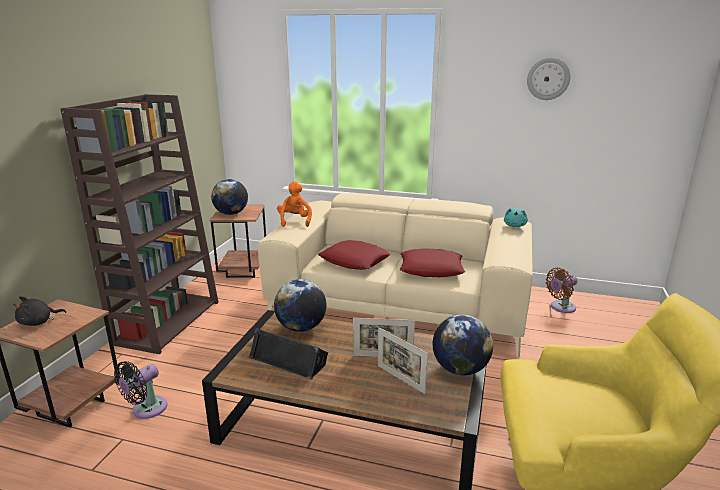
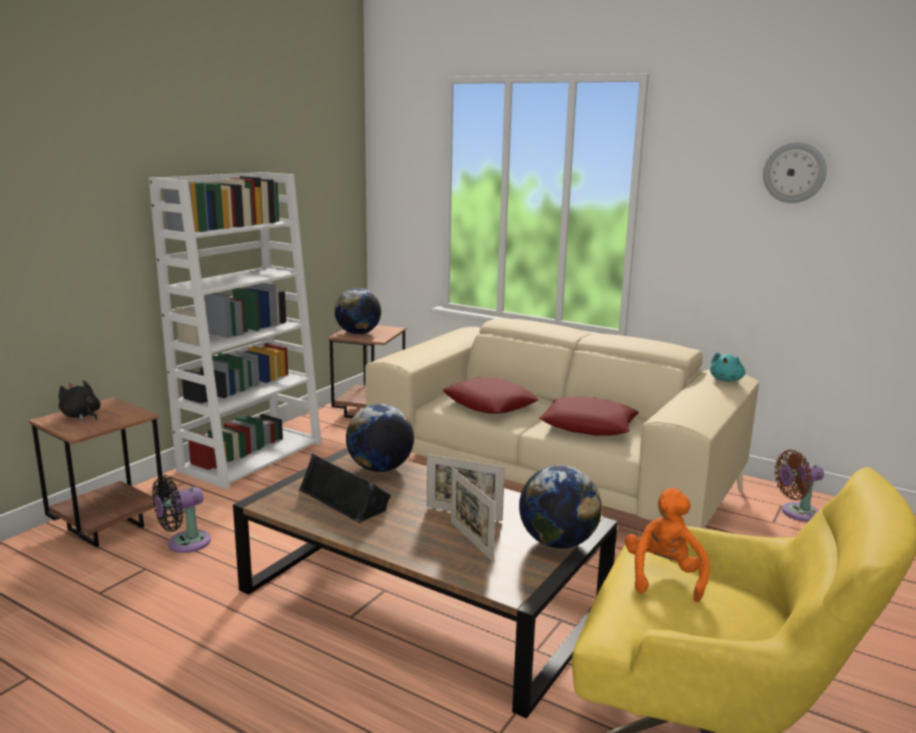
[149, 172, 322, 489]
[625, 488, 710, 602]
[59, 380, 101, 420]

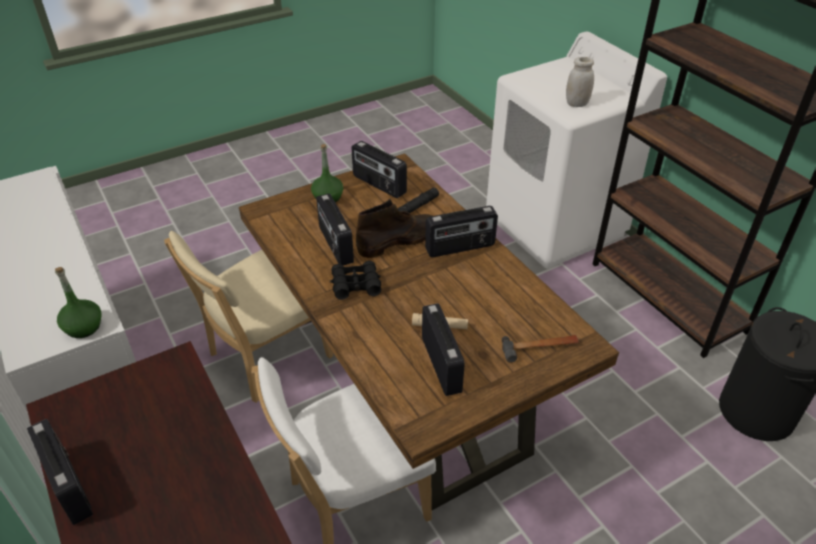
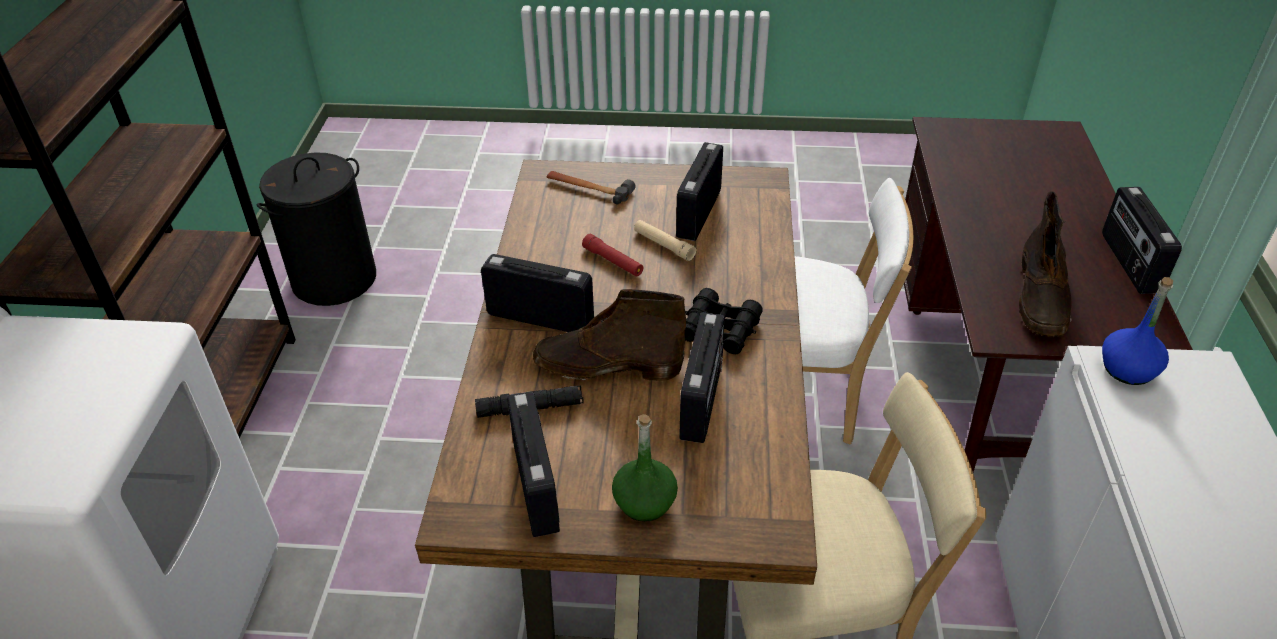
[566, 57, 594, 107] (first image)
[1102, 277, 1173, 385]
[1019, 191, 1072, 337]
[582, 234, 643, 277]

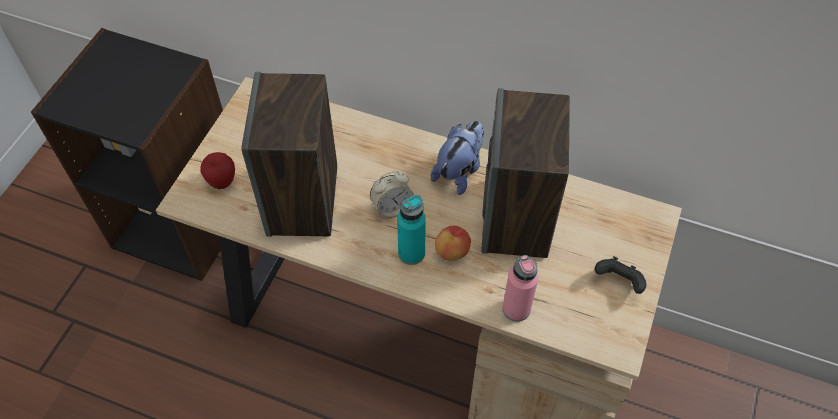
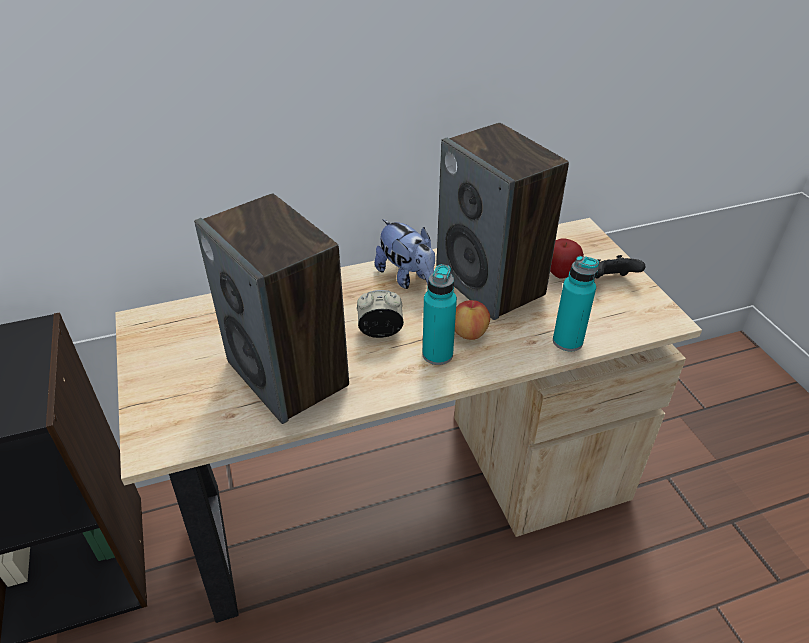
[375, 219, 435, 289]
[550, 239, 584, 279]
[357, 290, 404, 338]
[553, 256, 599, 351]

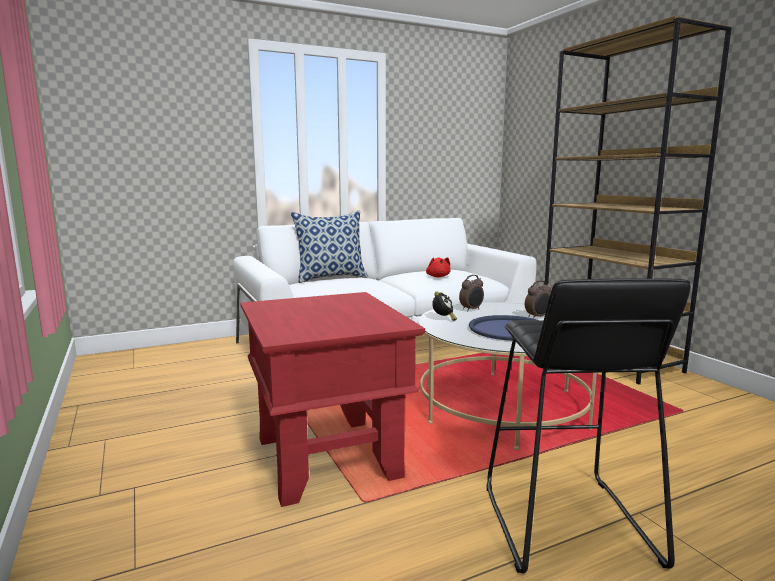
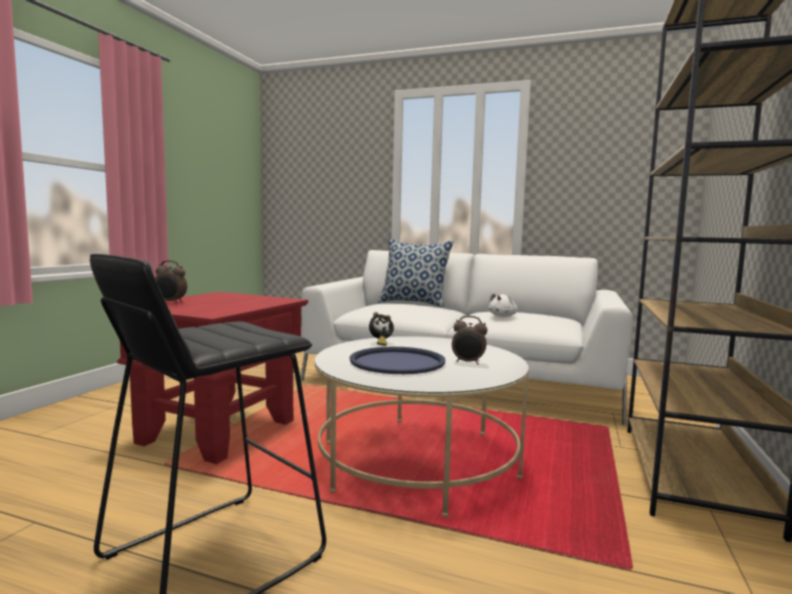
[489, 293, 518, 317]
[155, 260, 187, 304]

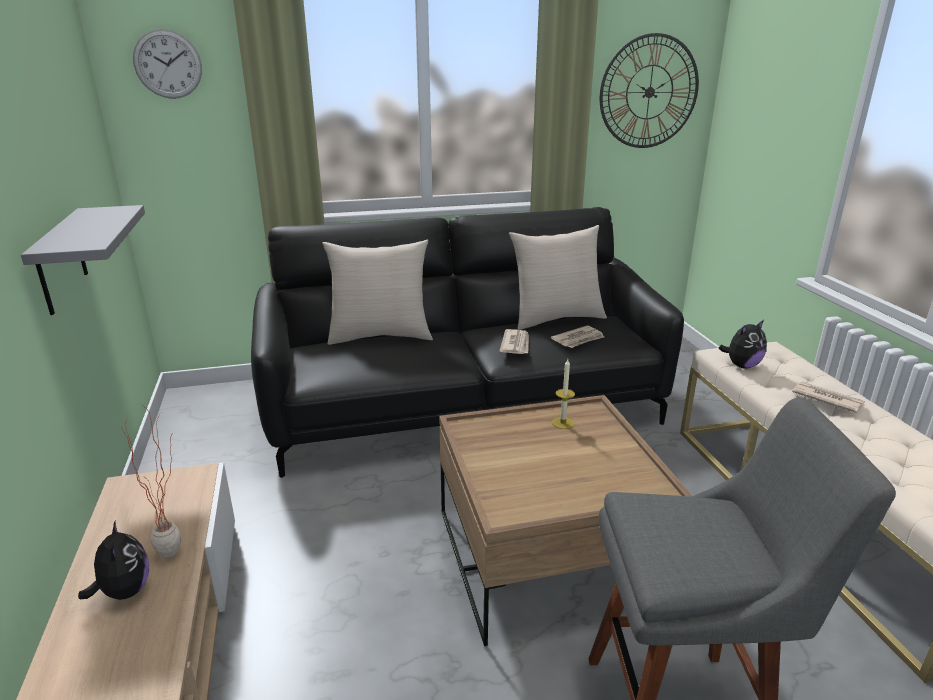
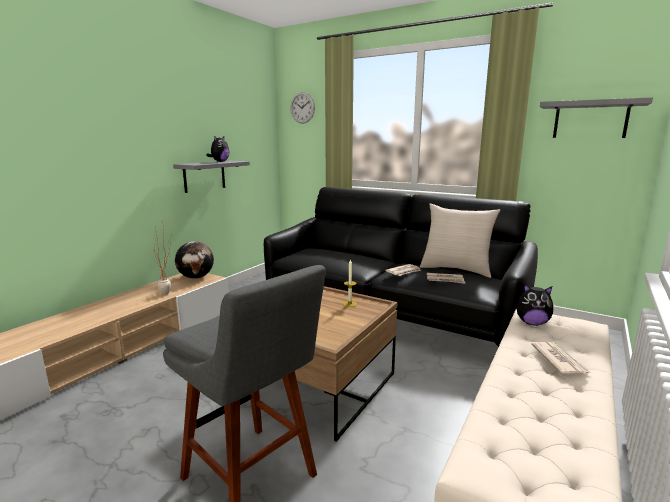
[540, 97, 653, 138]
[322, 239, 433, 345] (first image)
[206, 136, 229, 162]
[175, 241, 214, 279]

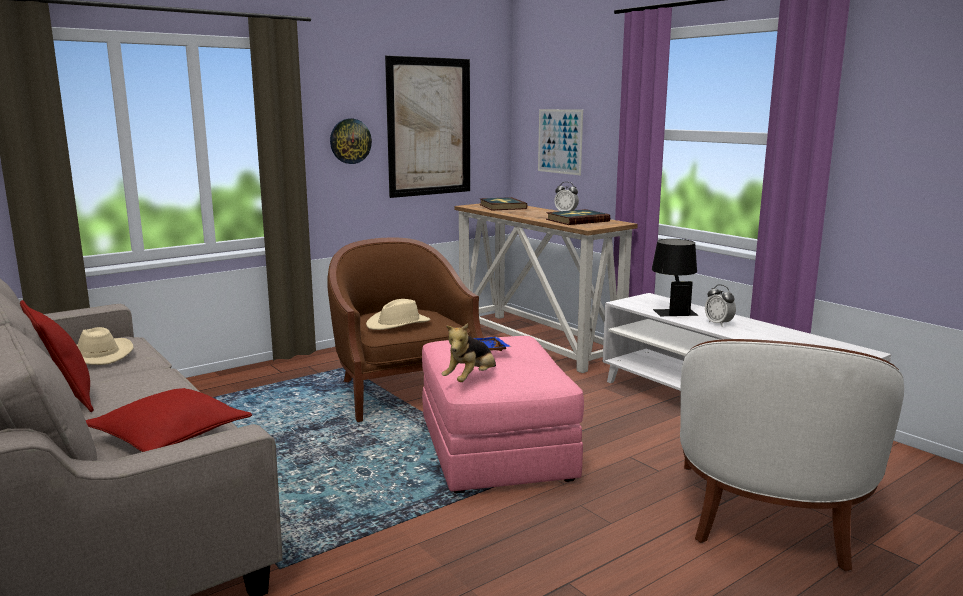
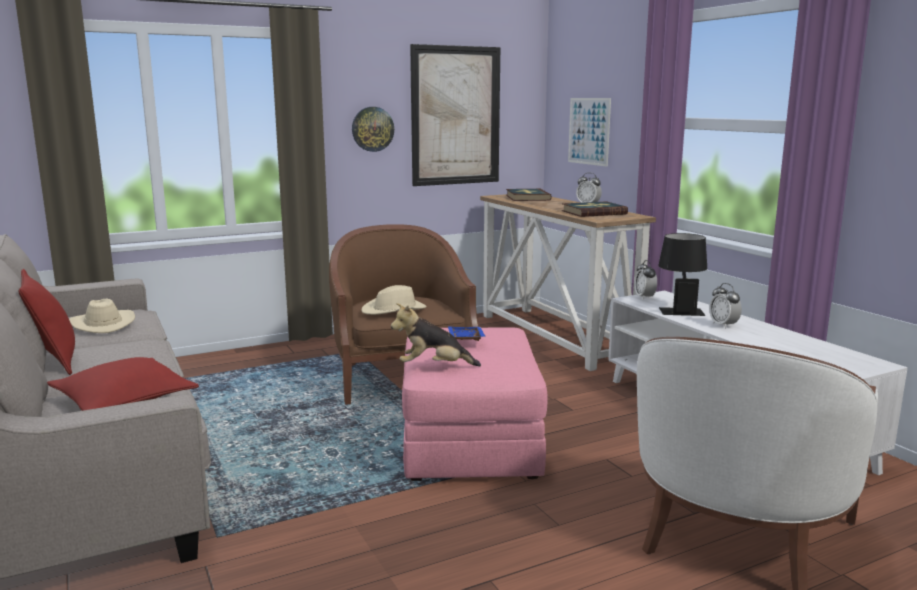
[391, 303, 481, 366]
[635, 260, 657, 300]

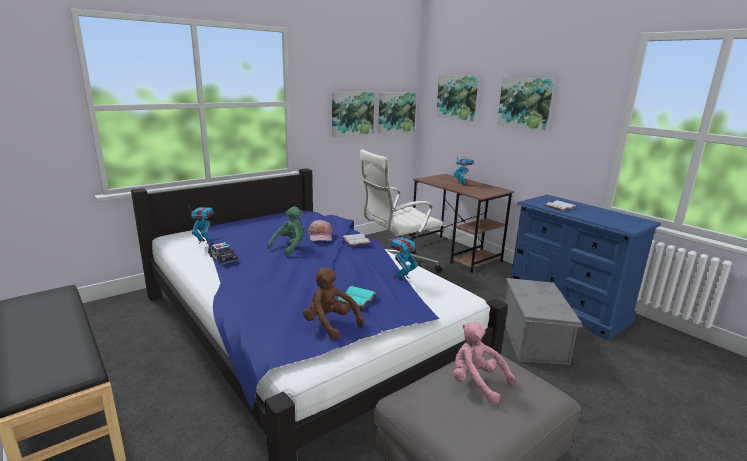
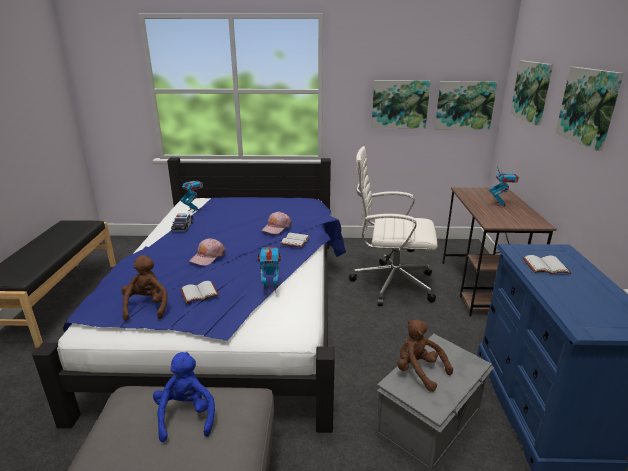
[267, 206, 304, 256] (first image)
[181, 281, 219, 303]
[153, 352, 215, 443]
[189, 238, 225, 266]
[397, 320, 453, 392]

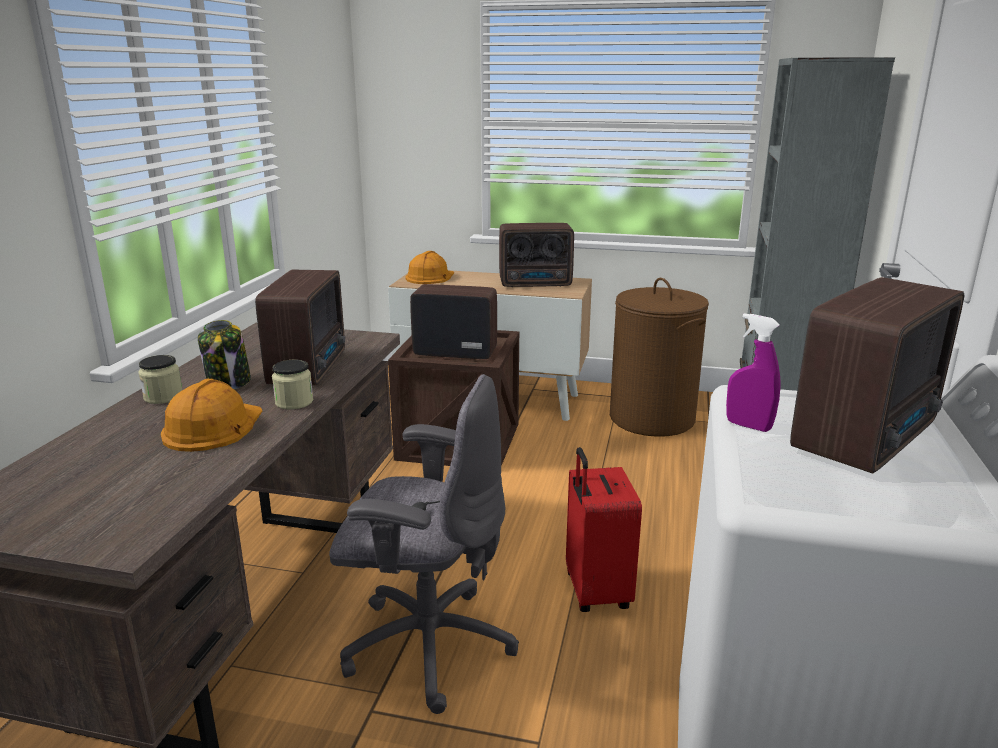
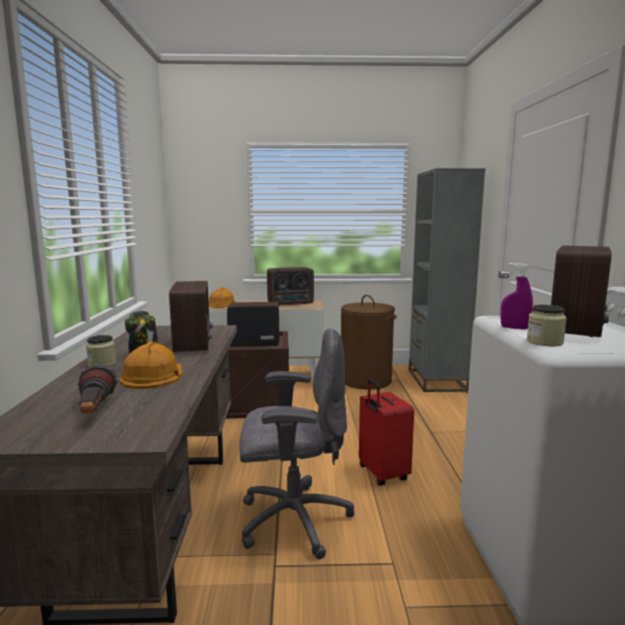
[527, 305, 567, 346]
[78, 364, 118, 414]

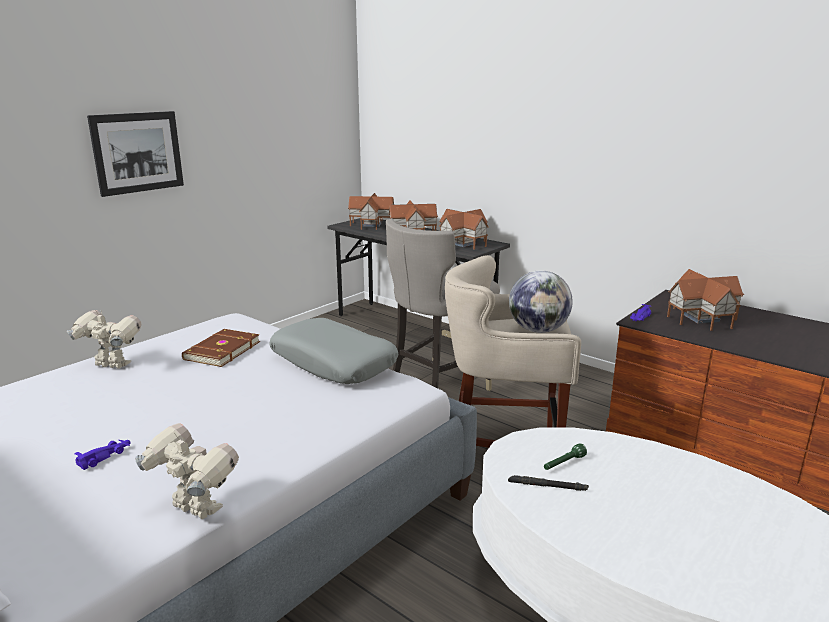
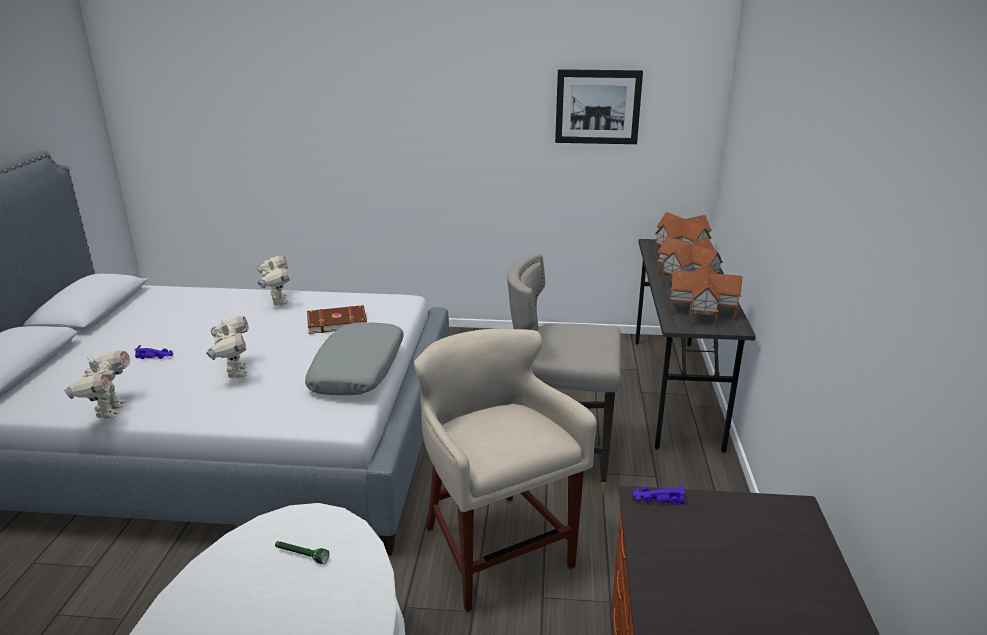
[555, 69, 643, 144]
[667, 269, 744, 331] (first image)
[509, 270, 573, 333] (first image)
[508, 475, 589, 491] (first image)
[206, 316, 249, 378]

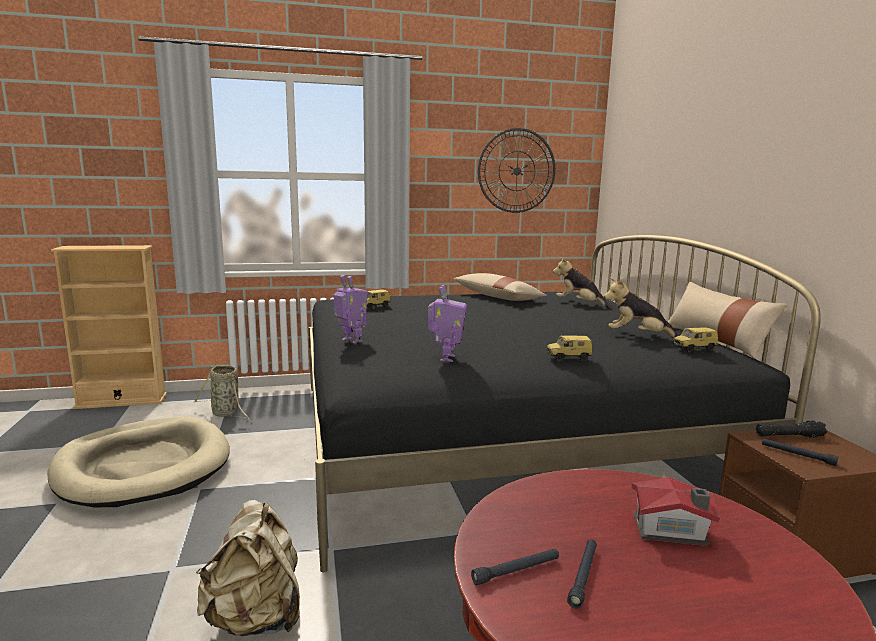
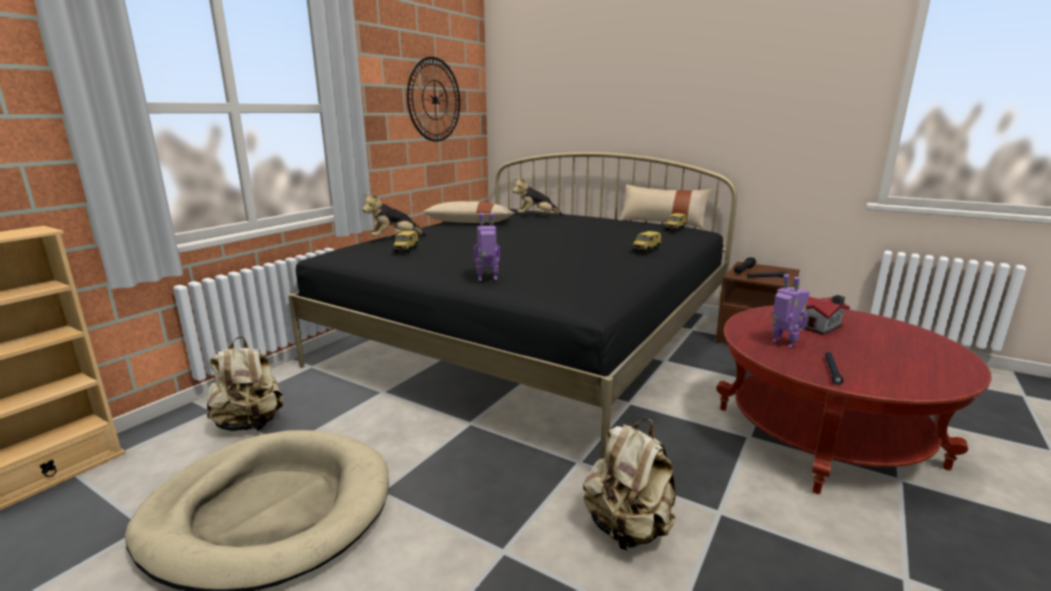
[363, 193, 427, 236]
[772, 274, 810, 348]
[207, 336, 283, 431]
[567, 539, 597, 609] (first image)

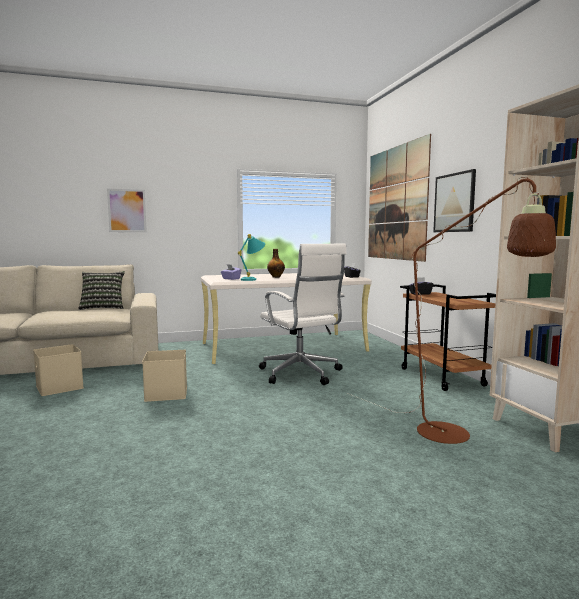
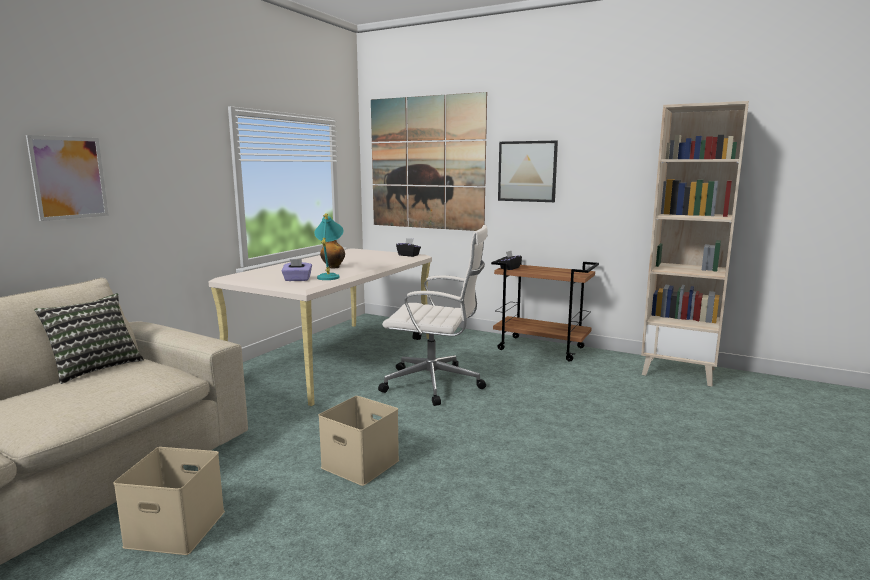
[347, 176, 556, 444] (first image)

